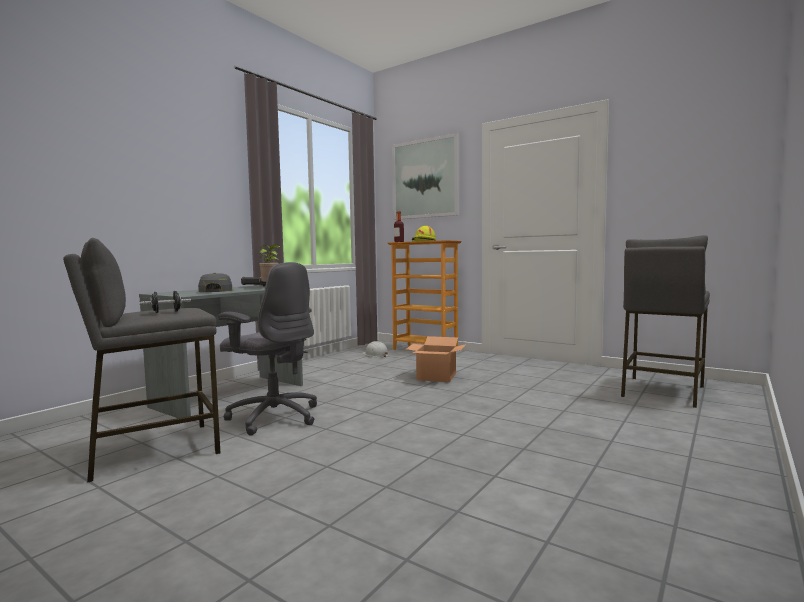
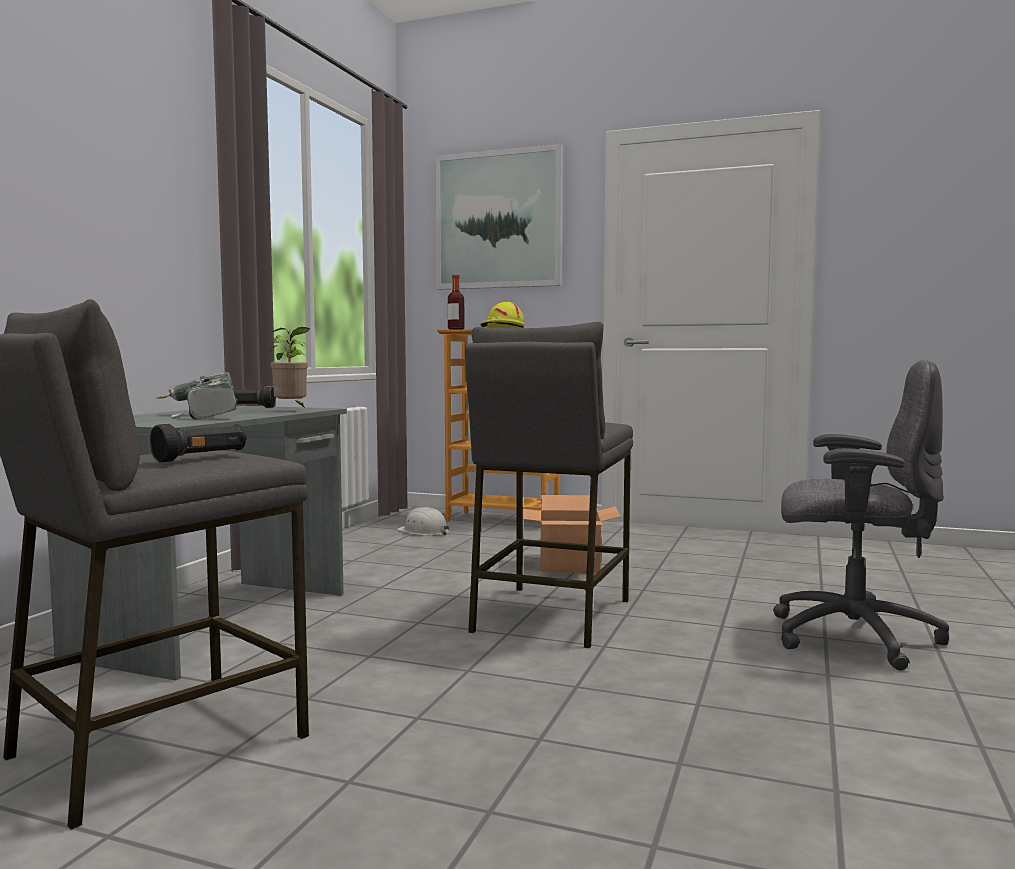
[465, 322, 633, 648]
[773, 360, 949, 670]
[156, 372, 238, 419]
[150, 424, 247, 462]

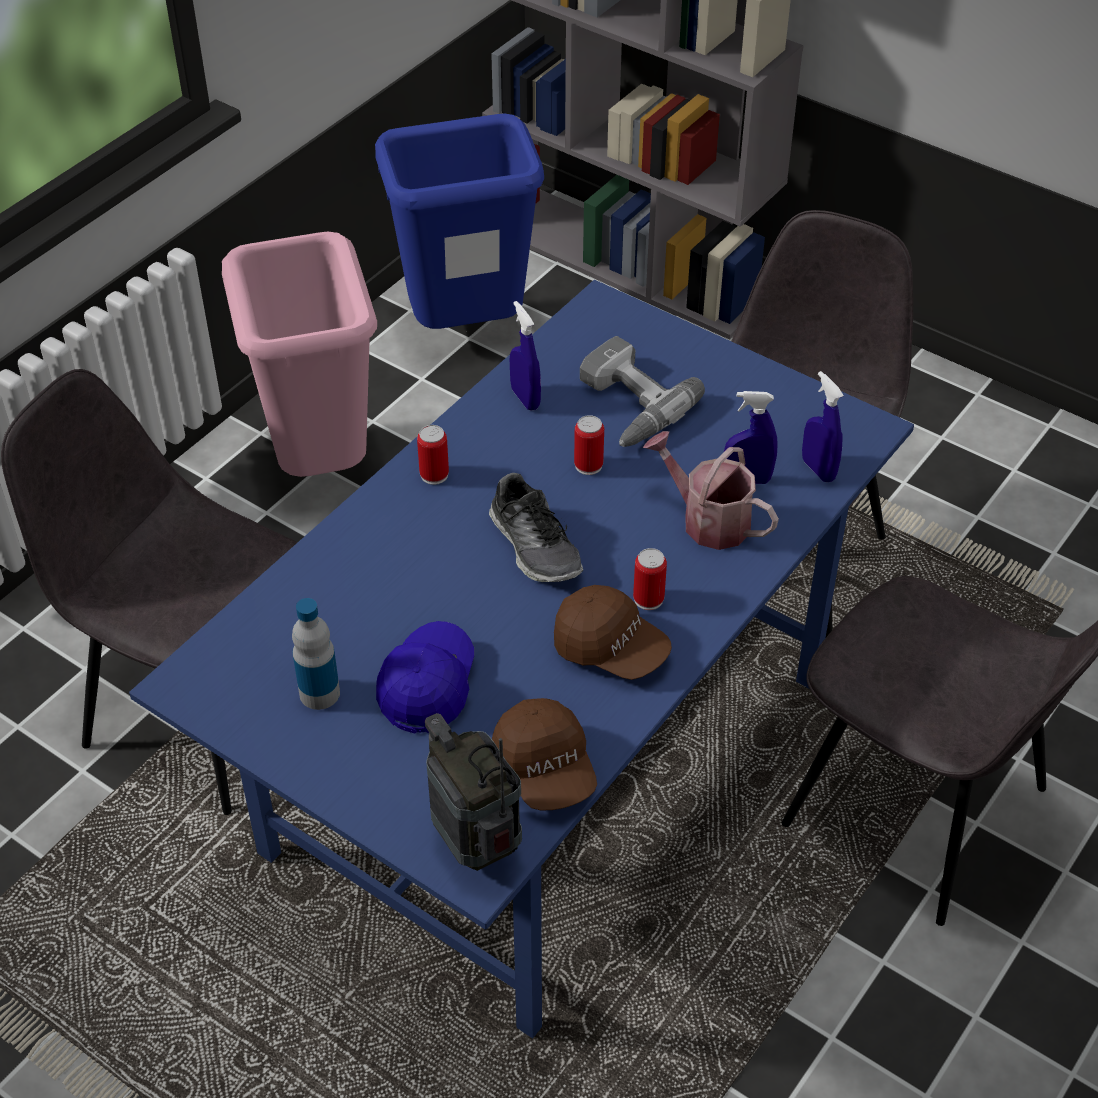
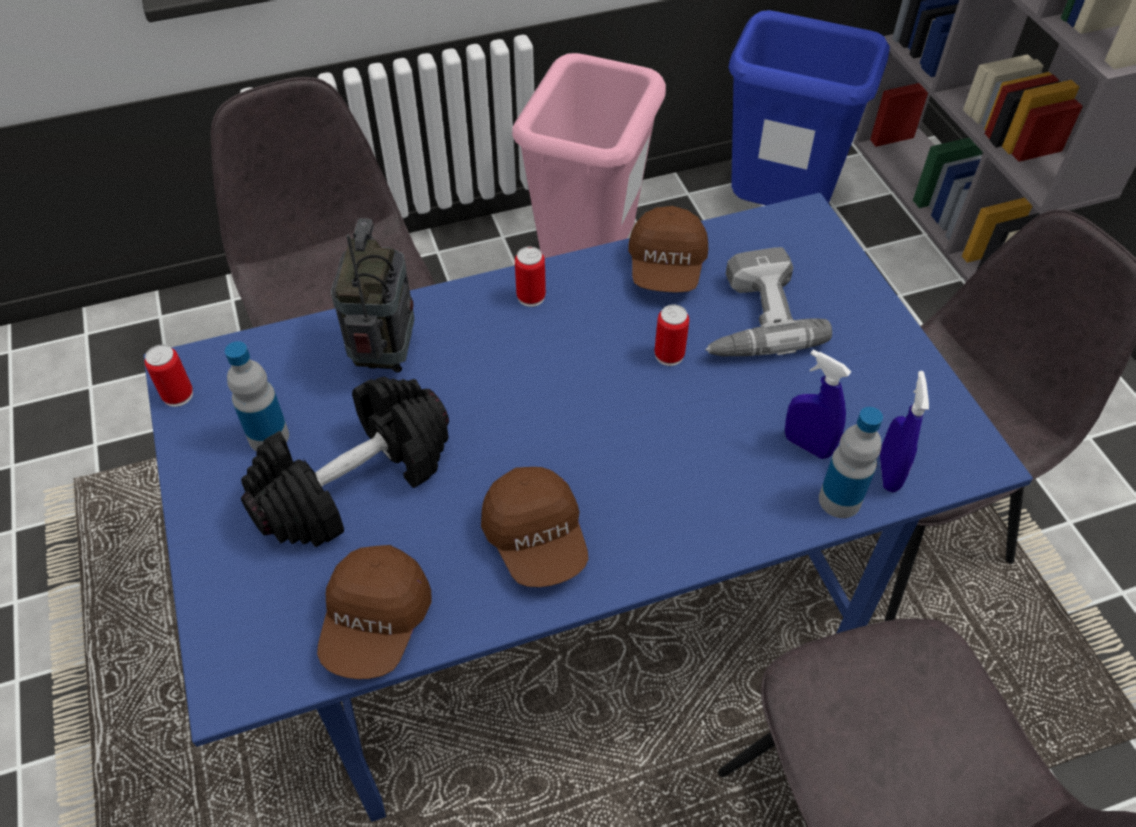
[628, 206, 708, 292]
[643, 431, 779, 550] (first image)
[489, 473, 583, 582] (first image)
[145, 345, 193, 407]
[241, 377, 449, 547]
[331, 218, 414, 372]
[819, 407, 883, 518]

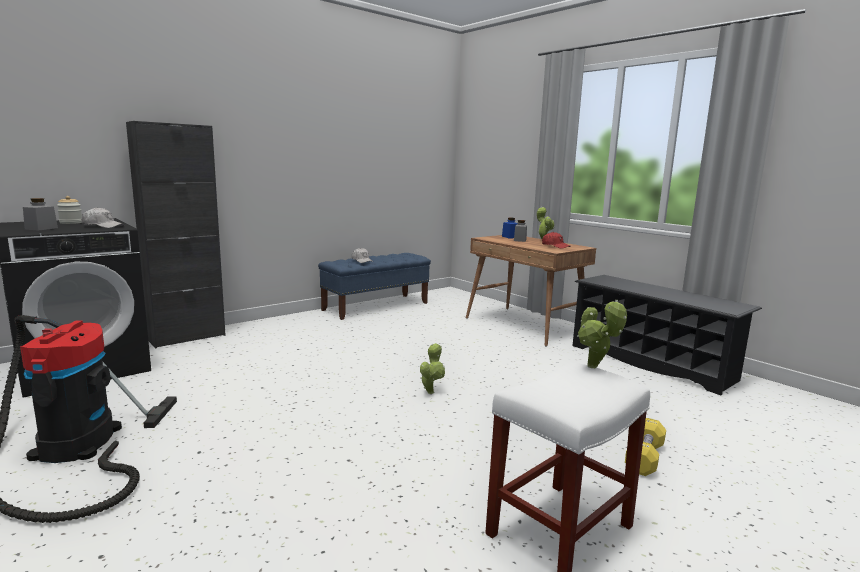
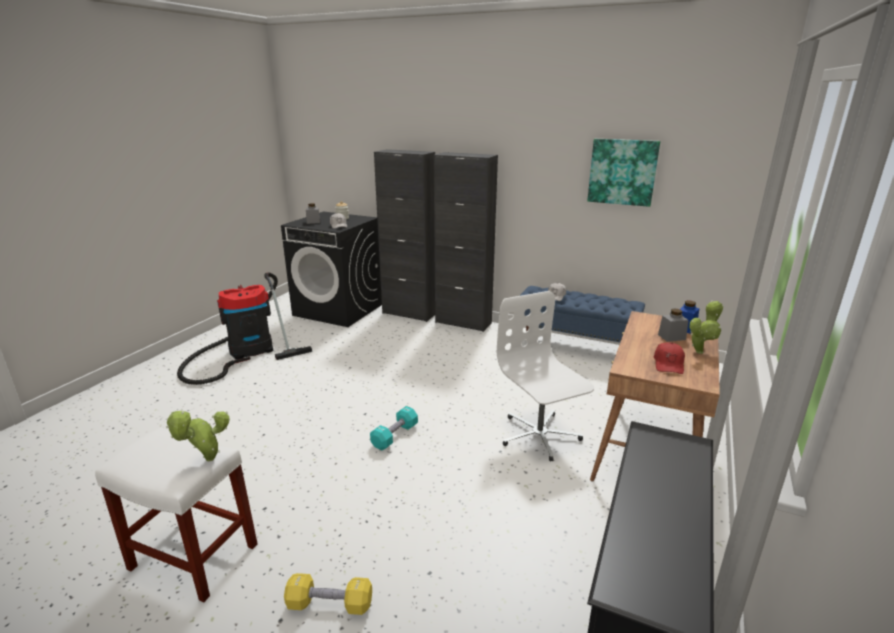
[370, 406, 418, 451]
[587, 139, 660, 207]
[434, 152, 498, 332]
[497, 291, 594, 461]

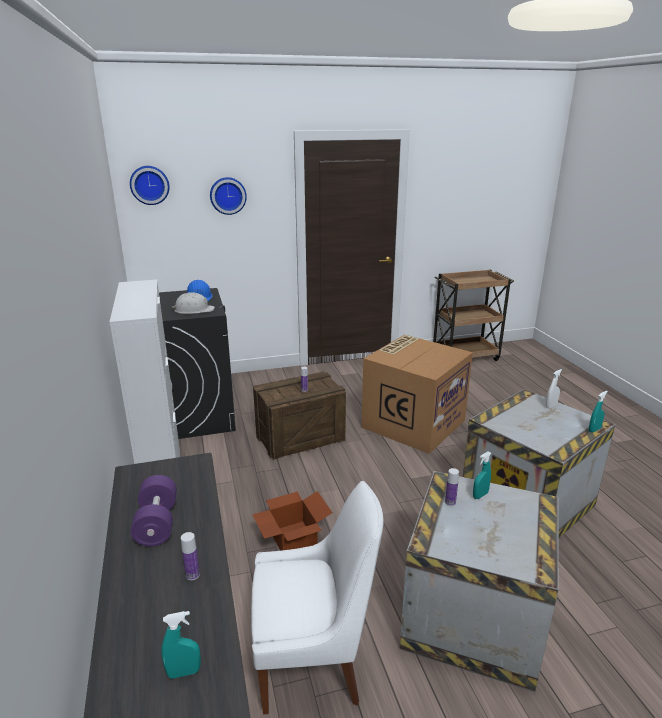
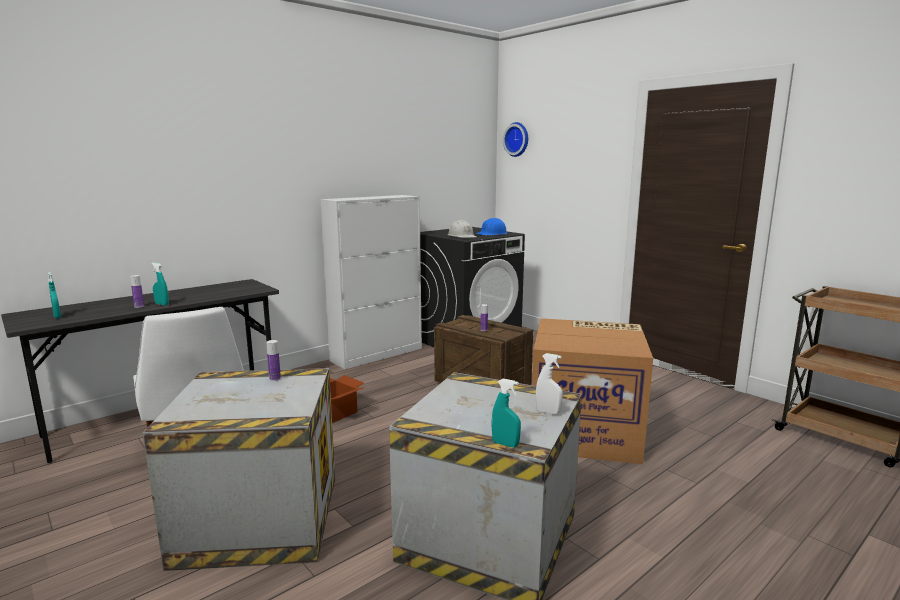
[210, 177, 247, 215] (first image)
[151, 263, 169, 305]
[130, 475, 177, 546] (first image)

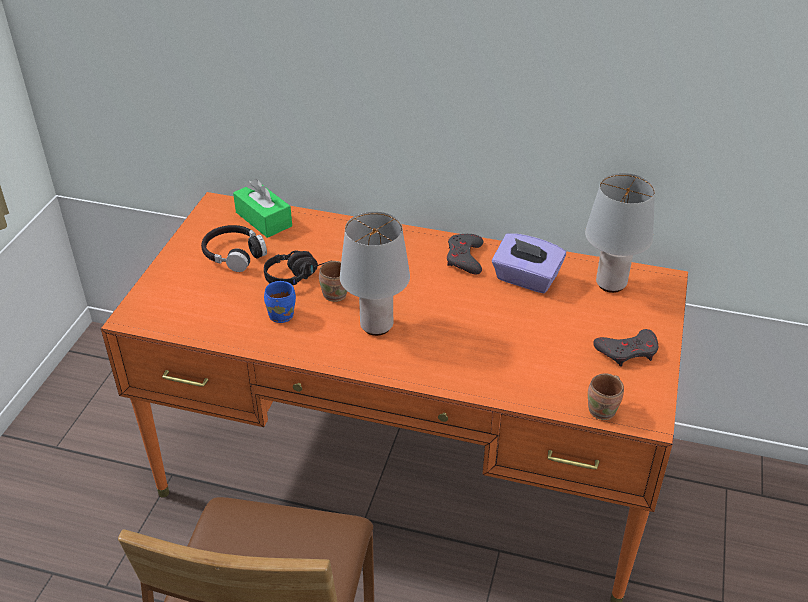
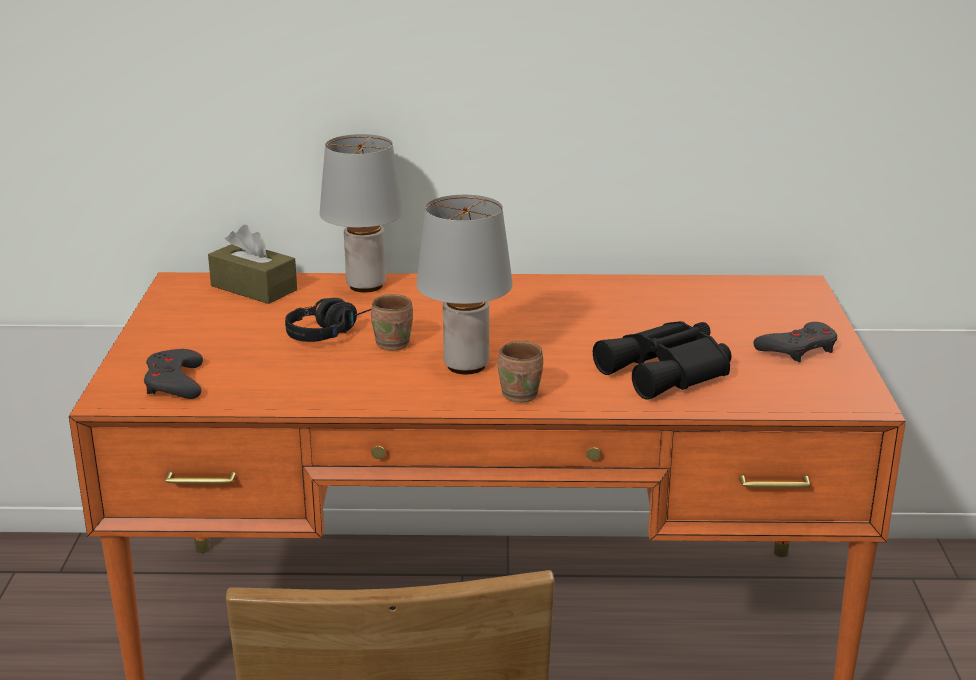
[320, 134, 404, 292]
[208, 225, 297, 304]
[201, 225, 267, 272] (first image)
[492, 233, 566, 293] (first image)
[144, 349, 203, 399]
[264, 281, 296, 323] (first image)
[498, 341, 543, 402]
[593, 321, 731, 400]

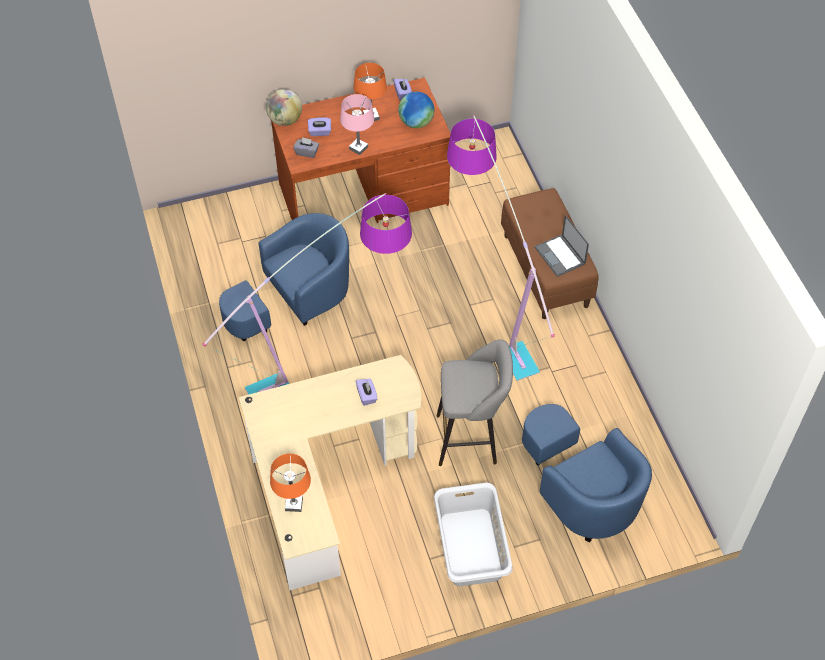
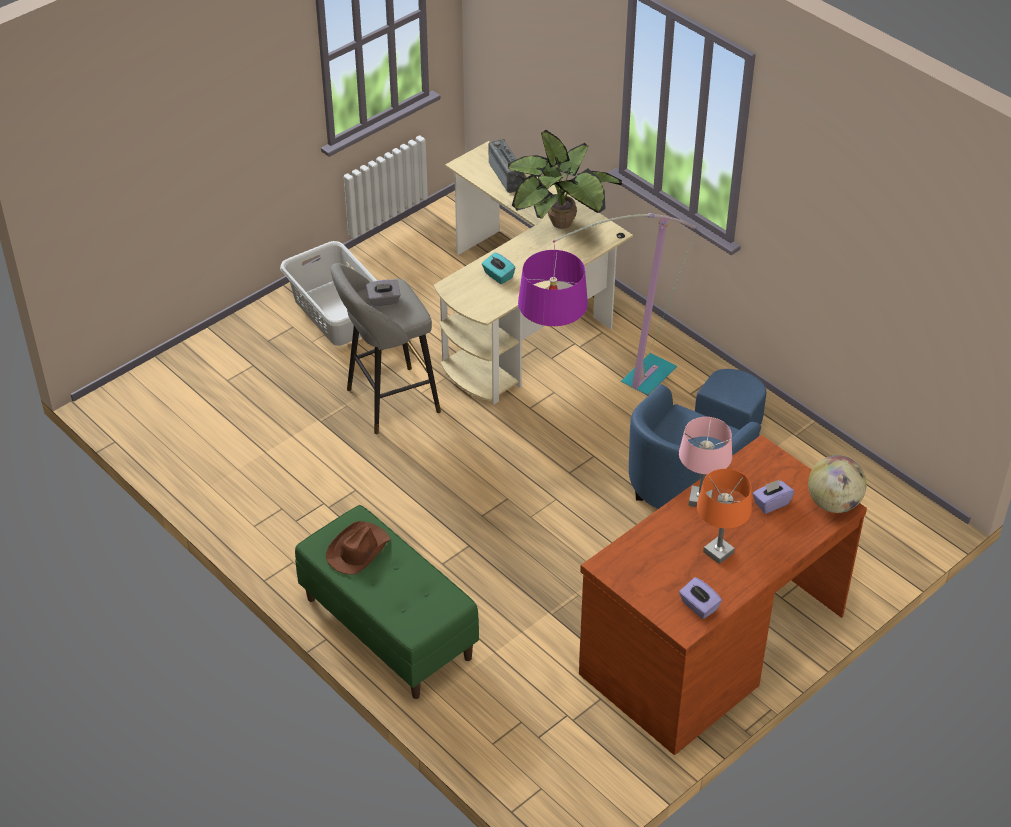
[398, 92, 434, 128] (first image)
[447, 115, 555, 381] (first image)
[366, 279, 400, 306]
[295, 505, 479, 699]
[326, 521, 391, 575]
[482, 252, 515, 284]
[522, 404, 652, 542] (first image)
[489, 139, 527, 193]
[508, 130, 622, 229]

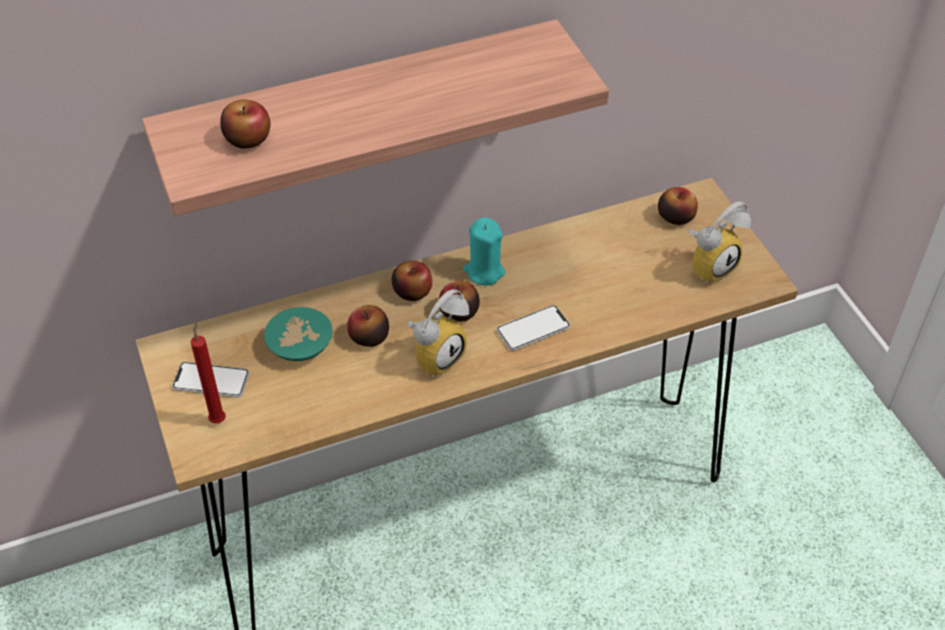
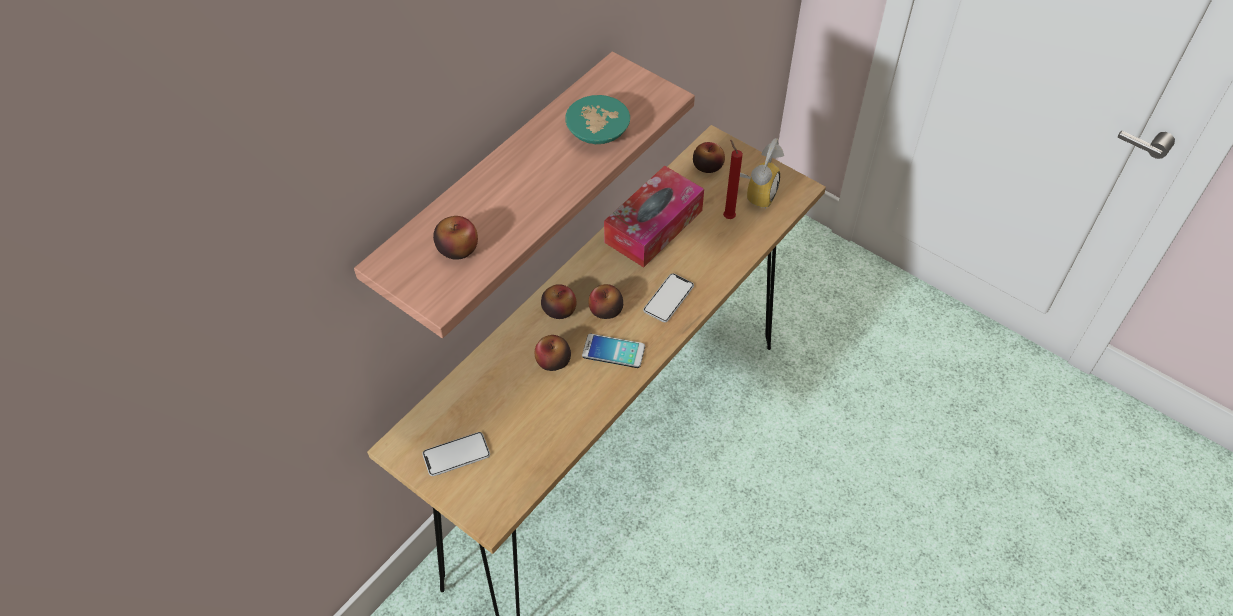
[463, 217, 505, 285] (first image)
[582, 334, 645, 368]
[565, 95, 630, 144]
[723, 139, 743, 219]
[604, 166, 704, 268]

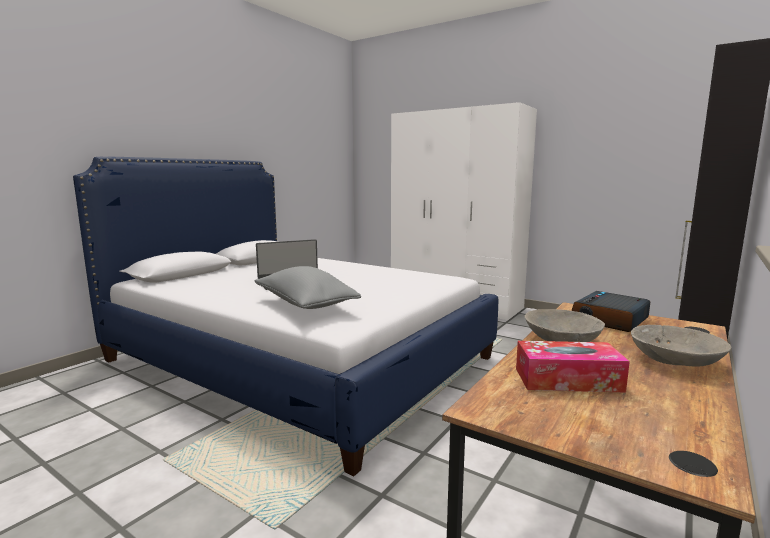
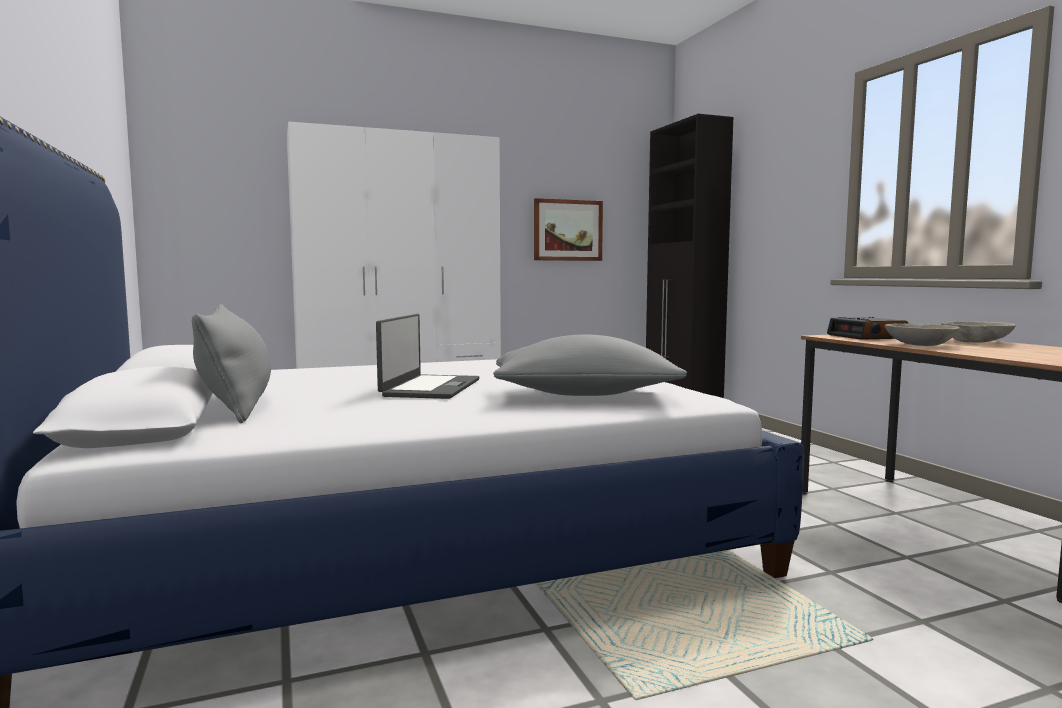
[516, 341, 630, 393] (first image)
[534, 198, 603, 261]
[192, 304, 271, 423]

